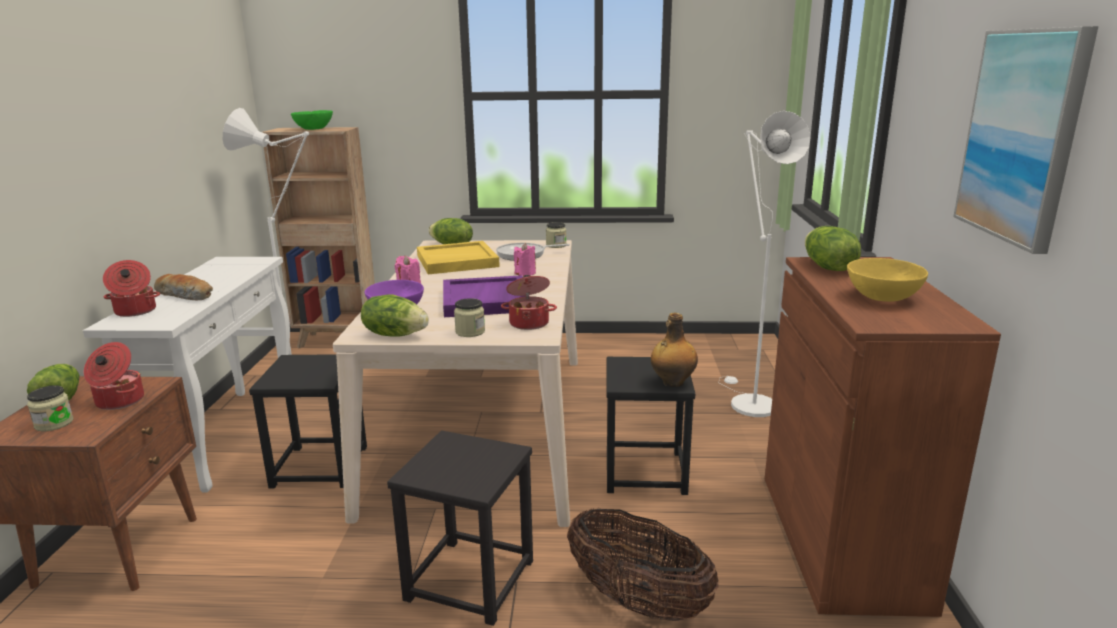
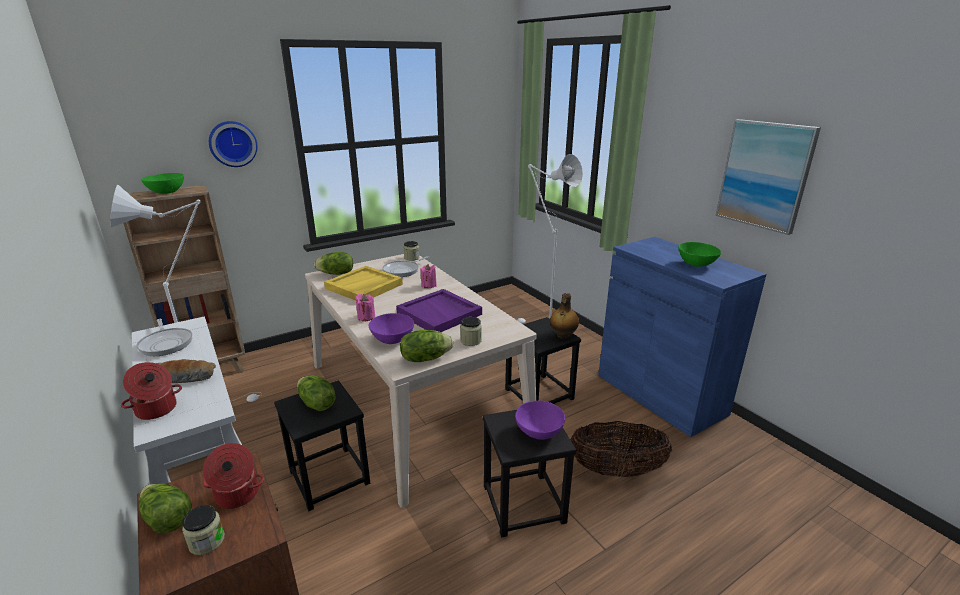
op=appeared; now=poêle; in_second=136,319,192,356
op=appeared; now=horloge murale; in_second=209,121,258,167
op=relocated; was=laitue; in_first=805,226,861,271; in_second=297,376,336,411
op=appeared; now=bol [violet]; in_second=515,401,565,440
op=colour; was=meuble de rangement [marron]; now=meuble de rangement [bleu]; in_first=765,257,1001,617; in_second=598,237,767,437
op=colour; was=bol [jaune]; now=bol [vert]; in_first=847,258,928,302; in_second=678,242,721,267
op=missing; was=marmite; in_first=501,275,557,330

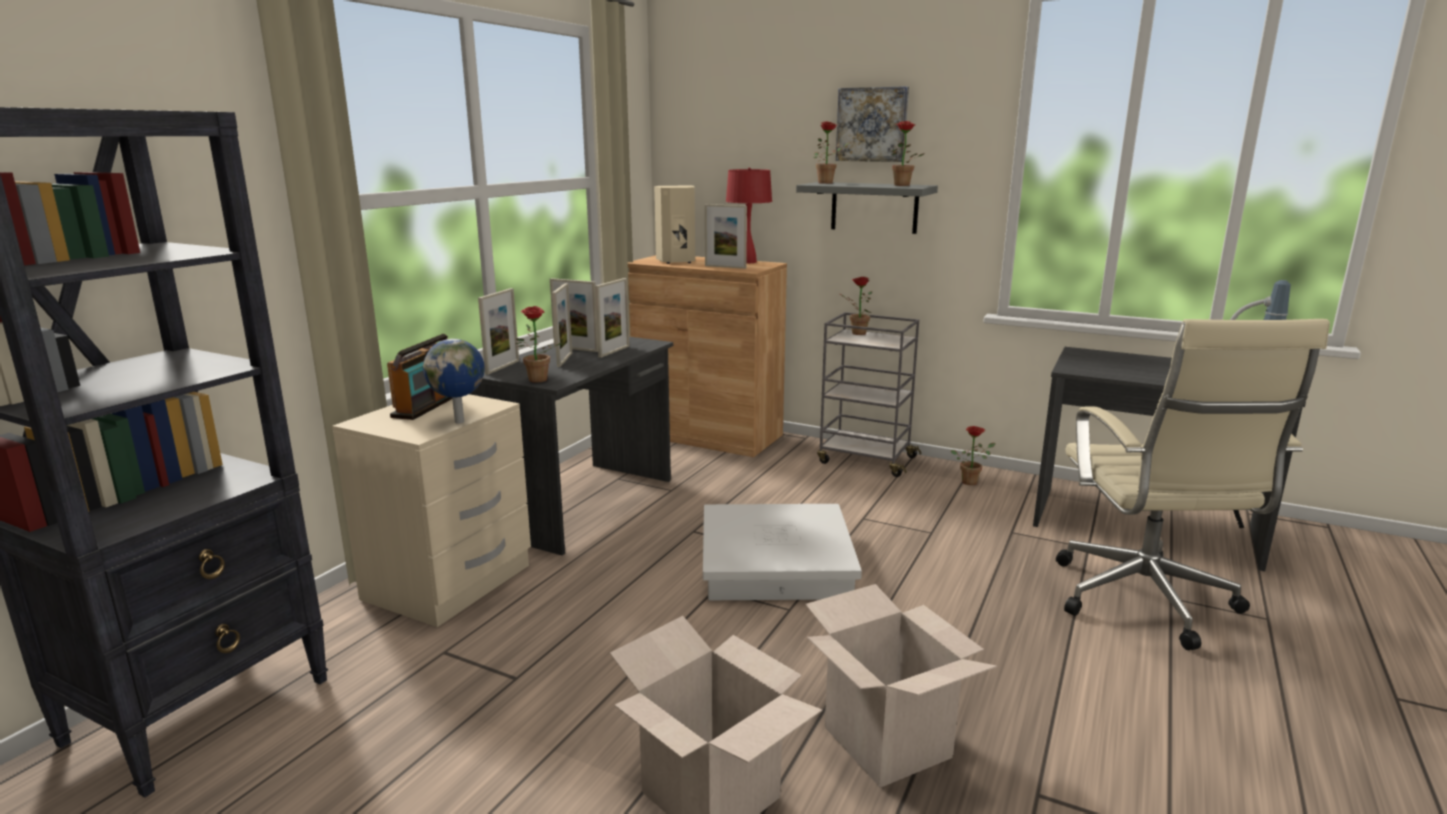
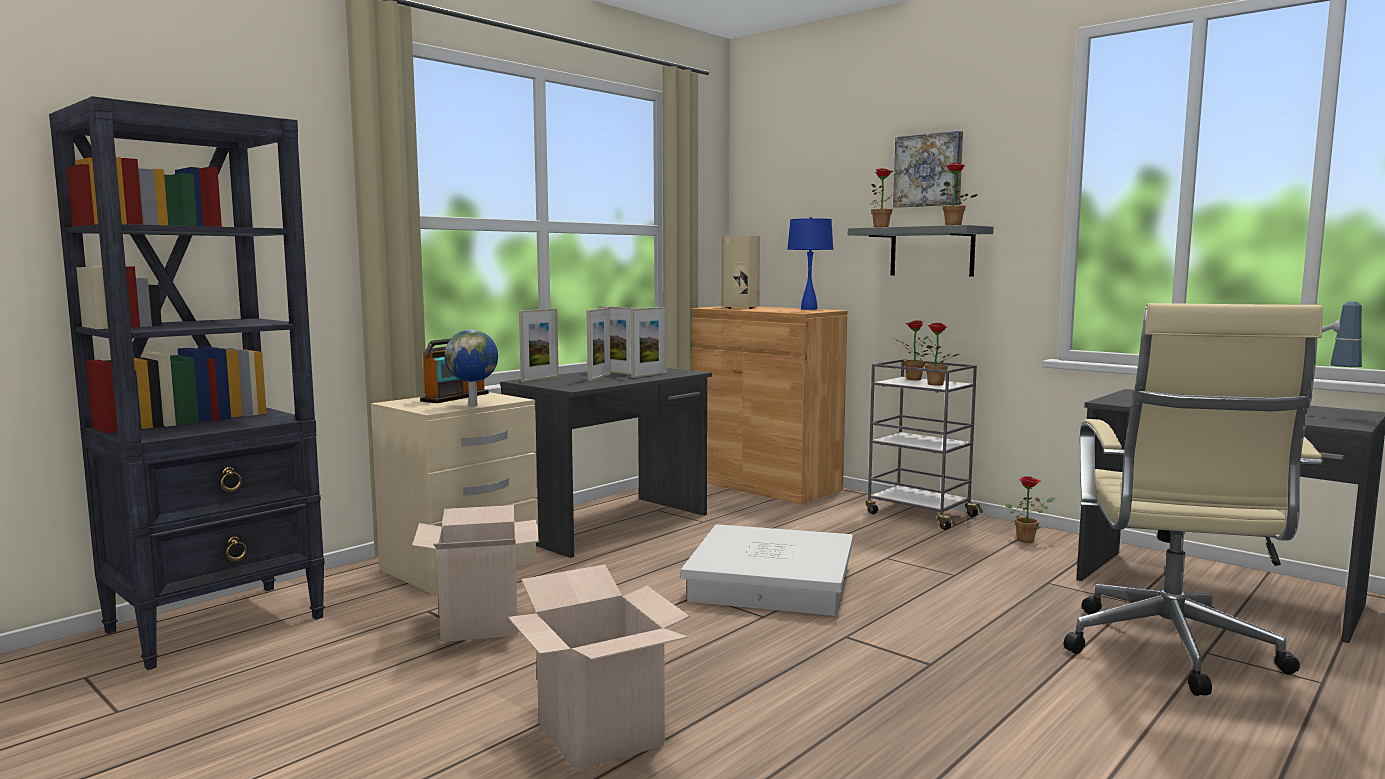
op=relocated; was=carton; in_first=805,584,997,788; in_second=412,505,539,642
op=colour; was=lampe de table [rouge]; now=lampe de table [bleu]; in_first=726,167,772,263; in_second=787,217,834,310
op=relocated; was=plante en pot; in_first=516,306,564,383; in_second=923,323,959,386
op=missing; was=cadre photo; in_first=705,204,747,269

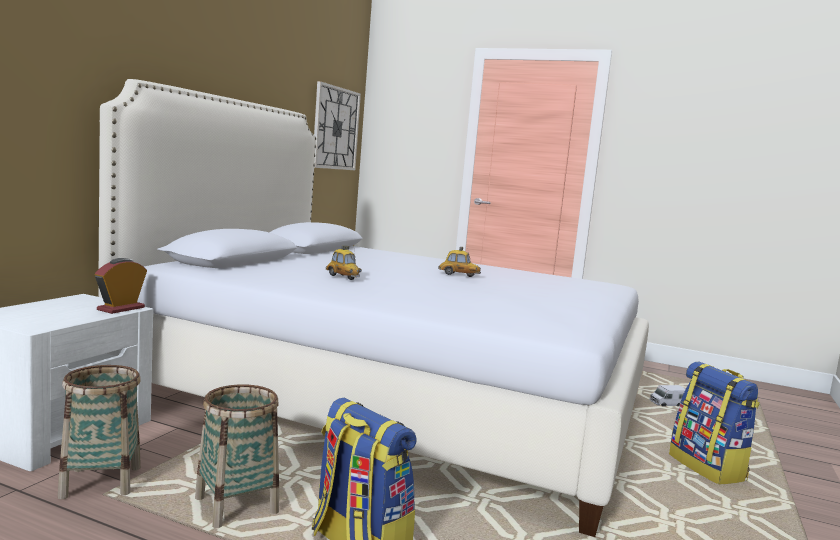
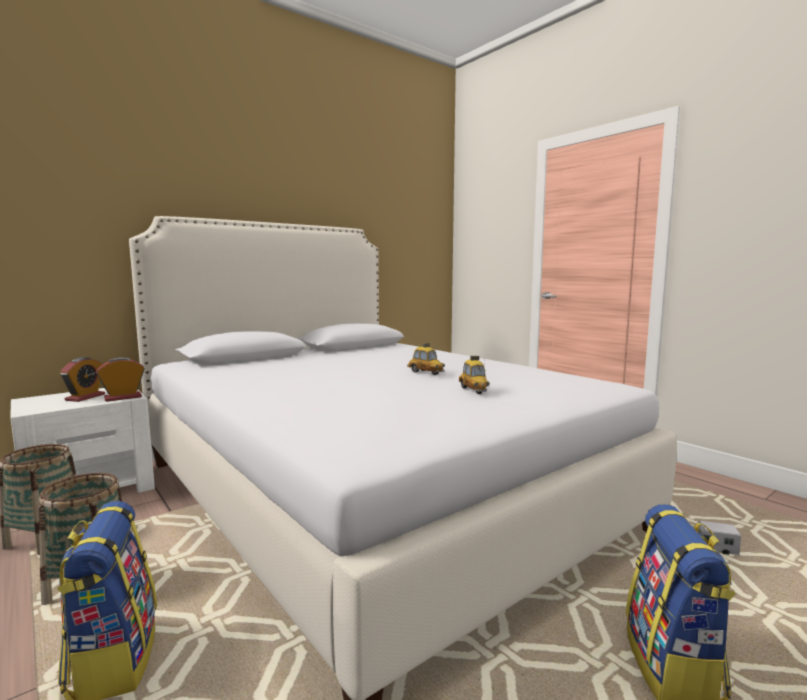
op=appeared; now=réveil; in_second=60,357,105,402
op=relocated; was=petite voiture; in_first=326,246,362,280; in_second=459,356,490,394
op=missing; was=horloge murale; in_first=314,81,361,170

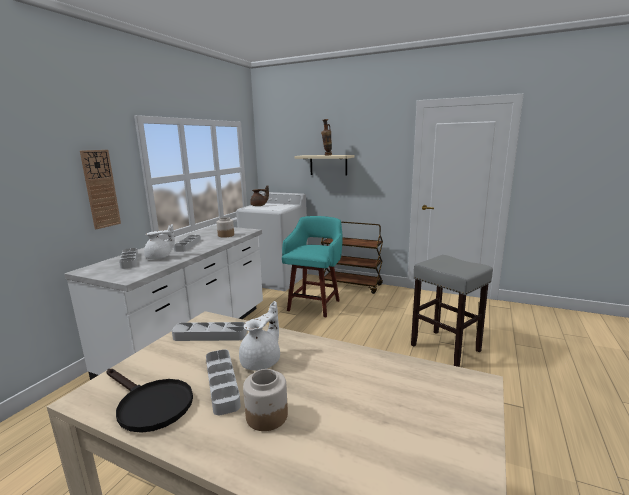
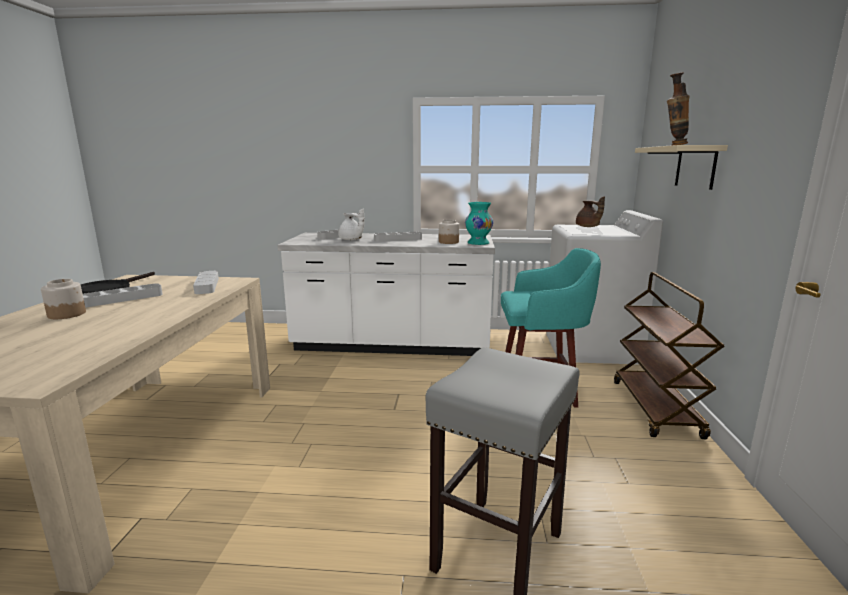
op=appeared; now=vase [turquoise]; in_second=465,202,493,245
op=missing; was=horloge murale; in_first=80,150,121,229
op=missing; was=théière [blanc]; in_first=239,301,280,370

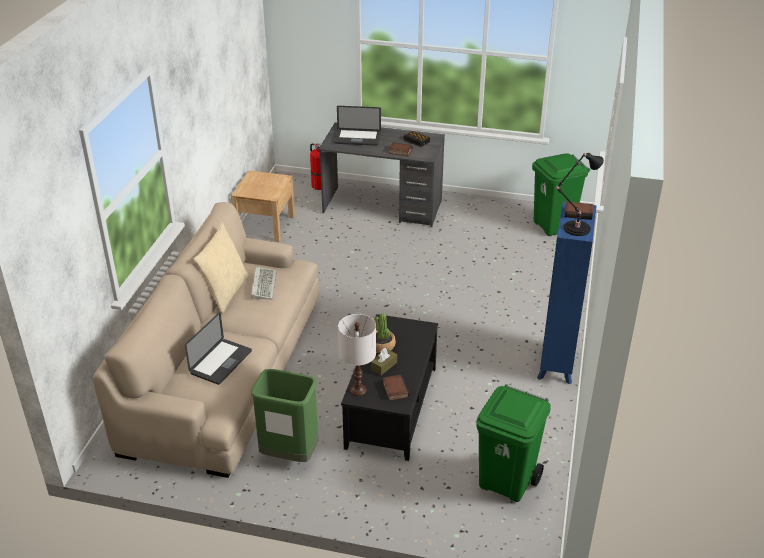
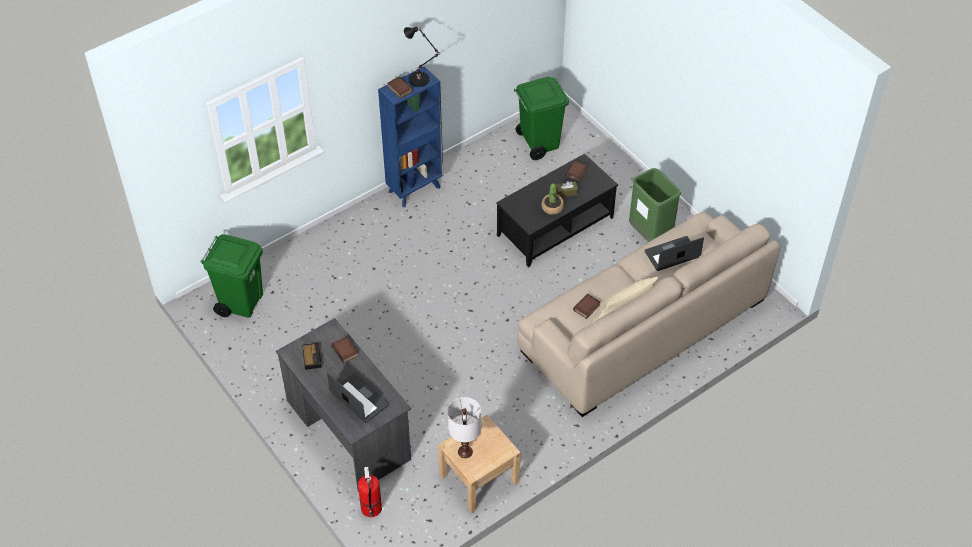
op=relocated; was=lampe de table [blanc]; in_first=338,314,376,396; in_second=448,397,481,458
op=exchanged; was=clavier; now=livre; in_first=251,267,277,300; in_second=573,294,600,319

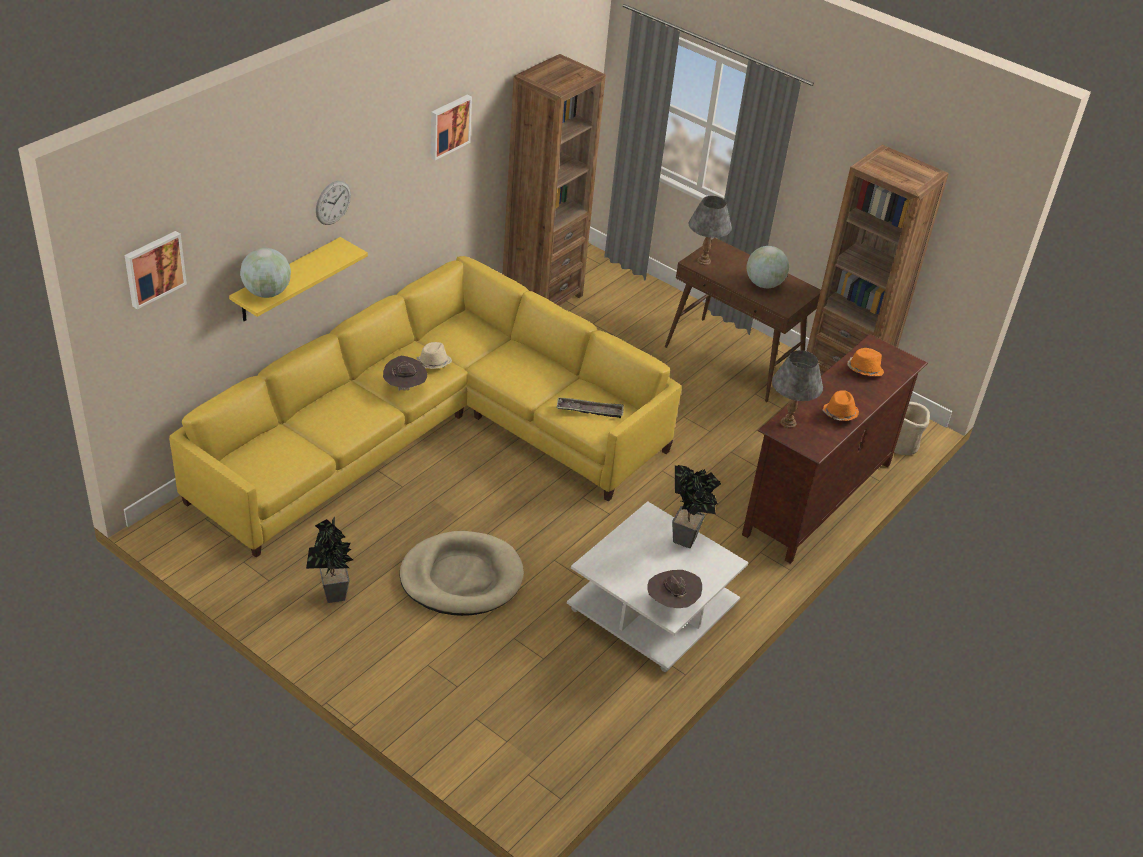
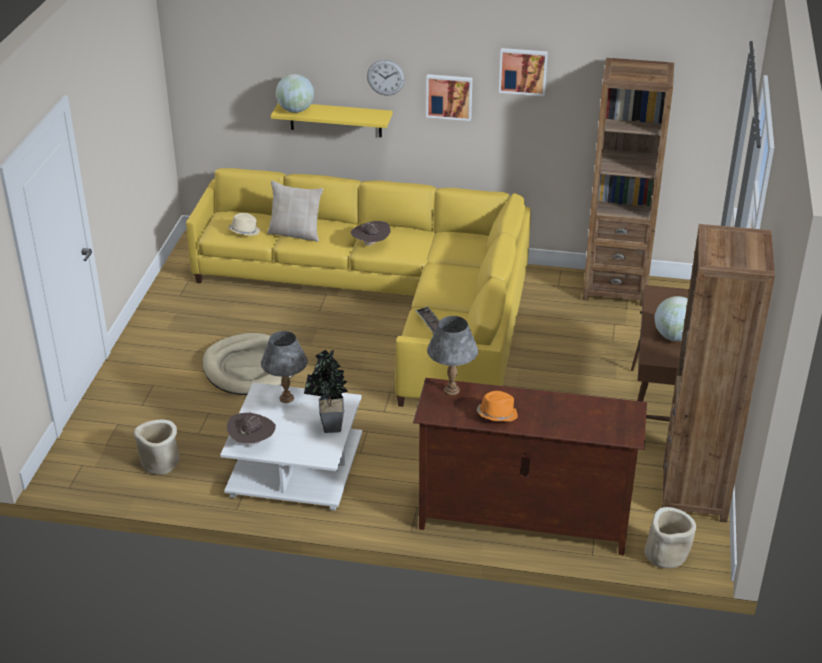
op=appeared; now=cache-pot [beige]; in_second=134,420,179,474
op=relocated; was=chapeau [beige]; in_first=417,342,452,369; in_second=228,213,260,236
op=relocated; was=lampe de table [gris]; in_first=689,196,732,265; in_second=261,331,308,403
op=appeared; now=coussin [beige]; in_second=267,181,323,242
op=relocated; was=tableau; in_first=125,231,187,309; in_second=426,74,472,121
op=missing; was=plante en pot; in_first=306,517,353,603
op=missing; was=chapeau [orange]; in_first=847,348,884,376

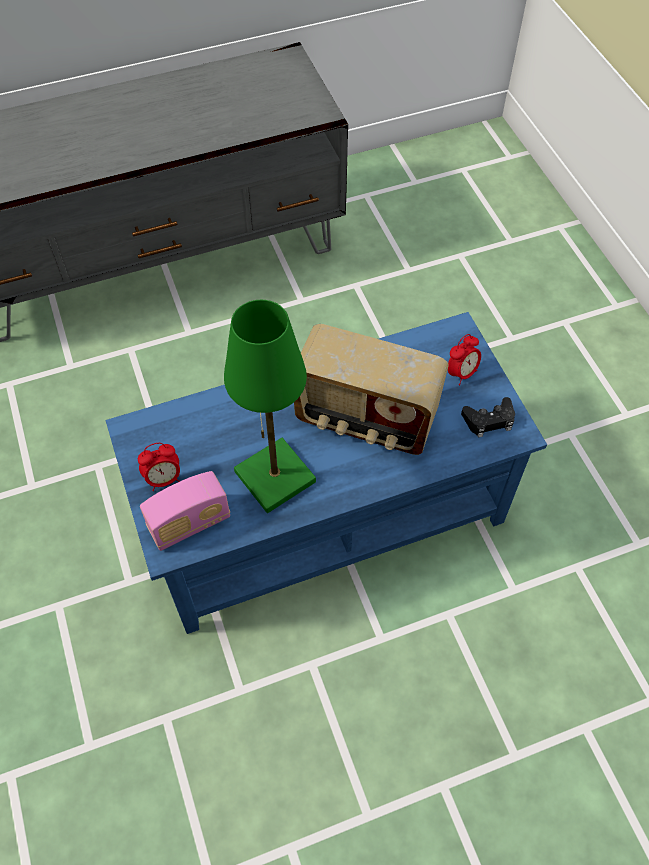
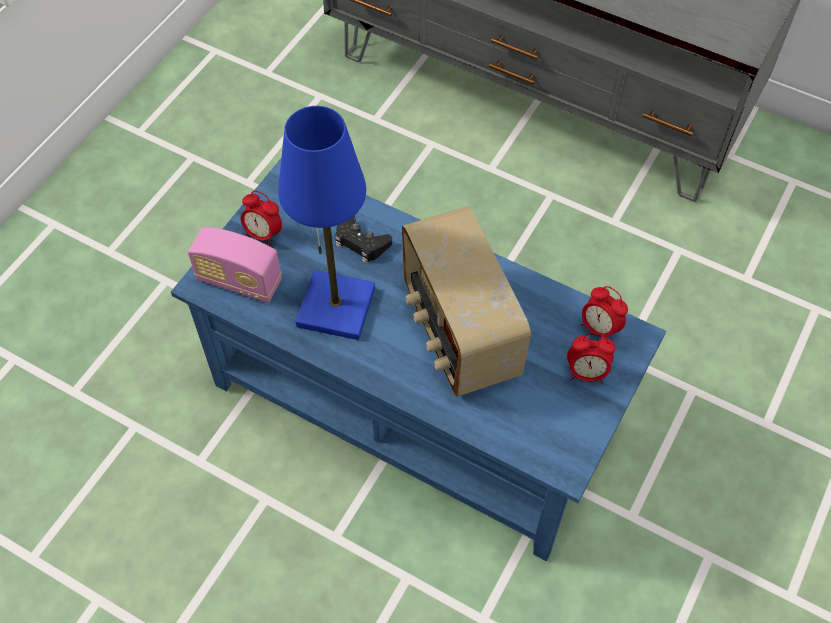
op=colour; was=lampe de table [vert]; now=lampe de table [bleu]; in_first=224,300,316,513; in_second=278,106,375,340
op=relocated; was=manette [noir]; in_first=461,397,515,438; in_second=335,216,392,263
op=appeared; now=réveil; in_second=581,286,628,338

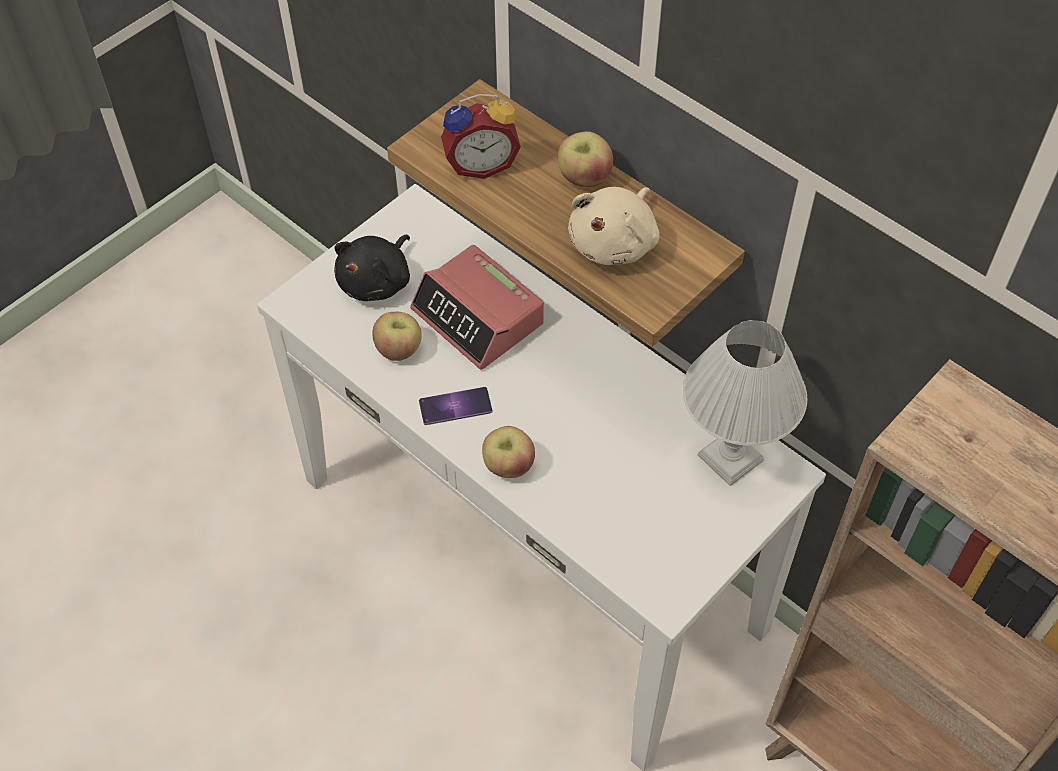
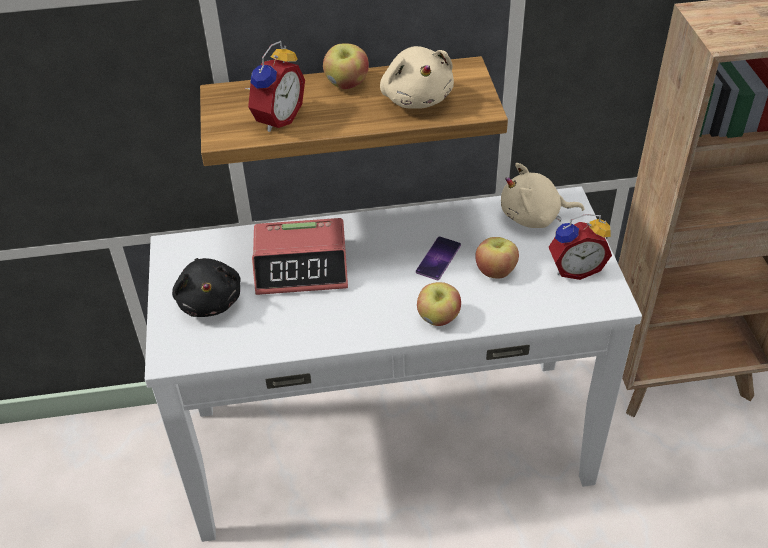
op=relocated; was=téléphone; in_first=419,387,493,425; in_second=416,236,461,280
op=relocated; was=pomme; in_first=372,312,422,361; in_second=475,237,519,278
op=exchanged; was=lampe de table [blanc]; now=peluche [beige]; in_first=683,320,807,486; in_second=501,163,584,228
op=appeared; now=réveil; in_second=549,214,612,280

